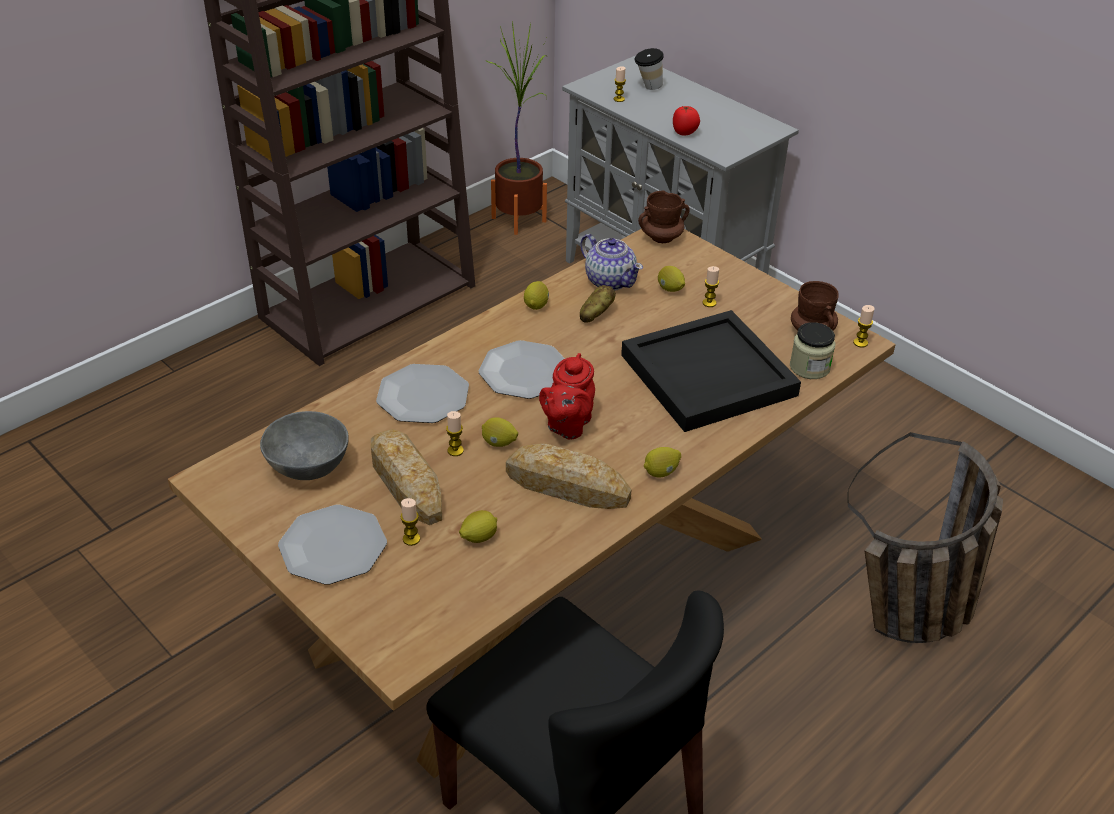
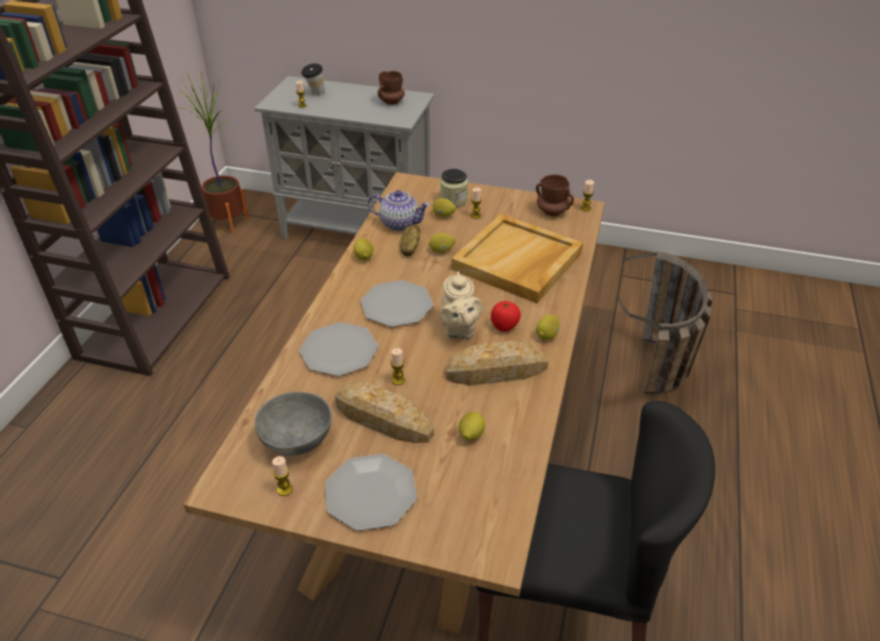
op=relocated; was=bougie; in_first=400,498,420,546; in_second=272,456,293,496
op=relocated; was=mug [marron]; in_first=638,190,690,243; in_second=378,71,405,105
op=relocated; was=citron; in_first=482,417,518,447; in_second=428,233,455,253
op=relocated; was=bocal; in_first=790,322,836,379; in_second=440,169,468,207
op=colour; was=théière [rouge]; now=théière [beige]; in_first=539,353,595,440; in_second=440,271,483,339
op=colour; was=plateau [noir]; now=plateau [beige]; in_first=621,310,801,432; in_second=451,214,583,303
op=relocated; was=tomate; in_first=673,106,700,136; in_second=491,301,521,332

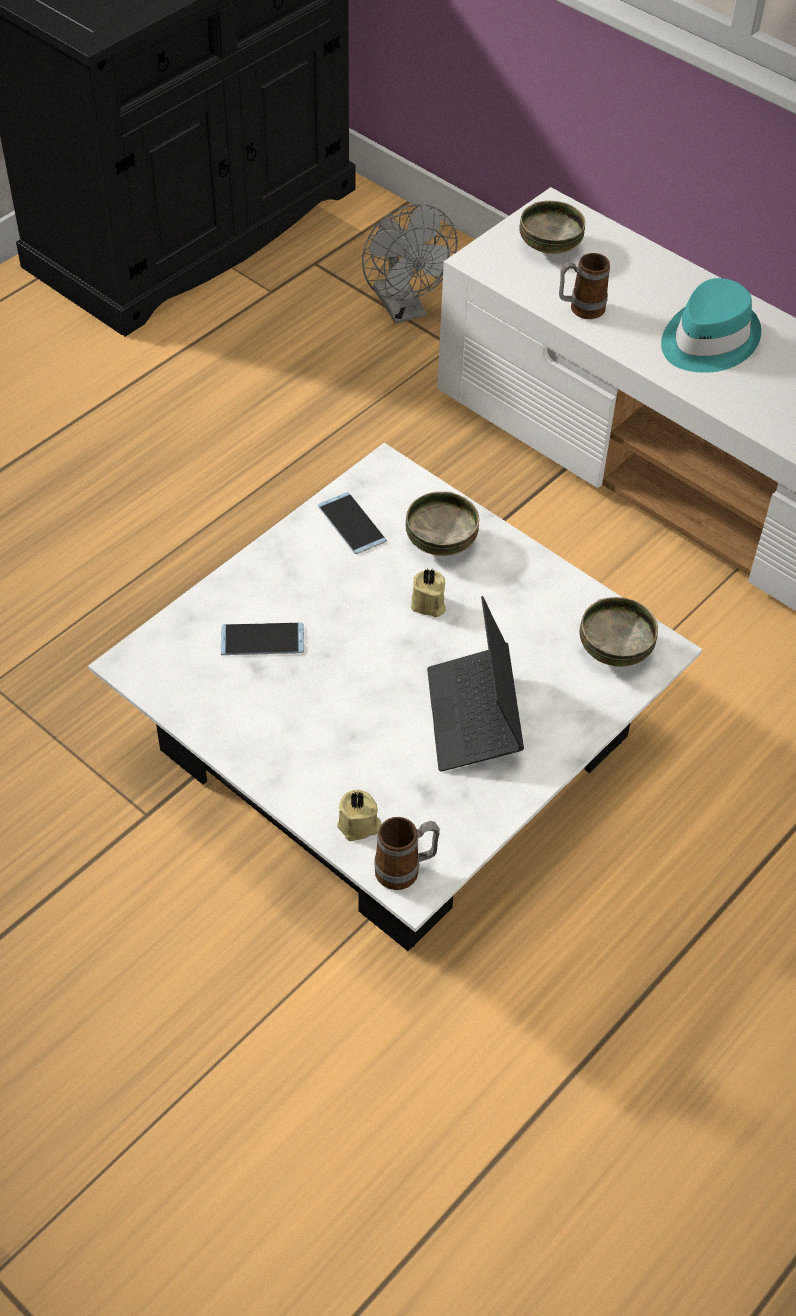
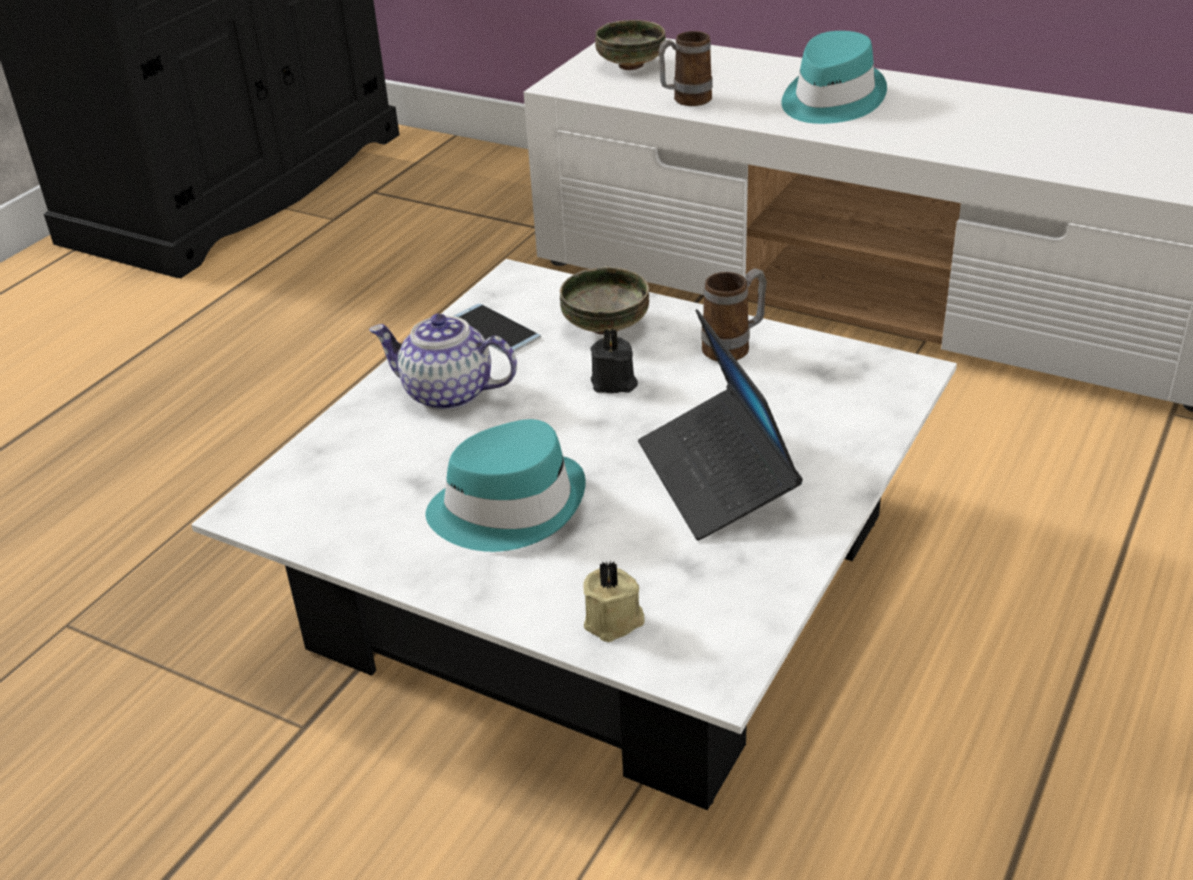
op=appeared; now=théière; in_second=369,314,517,411
op=appeared; now=chapeau [turquoise]; in_second=426,419,586,552
op=colour; was=bougie [beige]; now=bougie [noir]; in_first=411,568,446,617; in_second=590,328,638,393
op=relocated; was=mug; in_first=374,817,440,890; in_second=701,268,767,362
op=missing; was=téléphone; in_first=221,623,304,655
op=missing; was=ventilateur [gris]; in_first=362,204,458,324
op=missing; was=bol; in_first=580,597,658,667

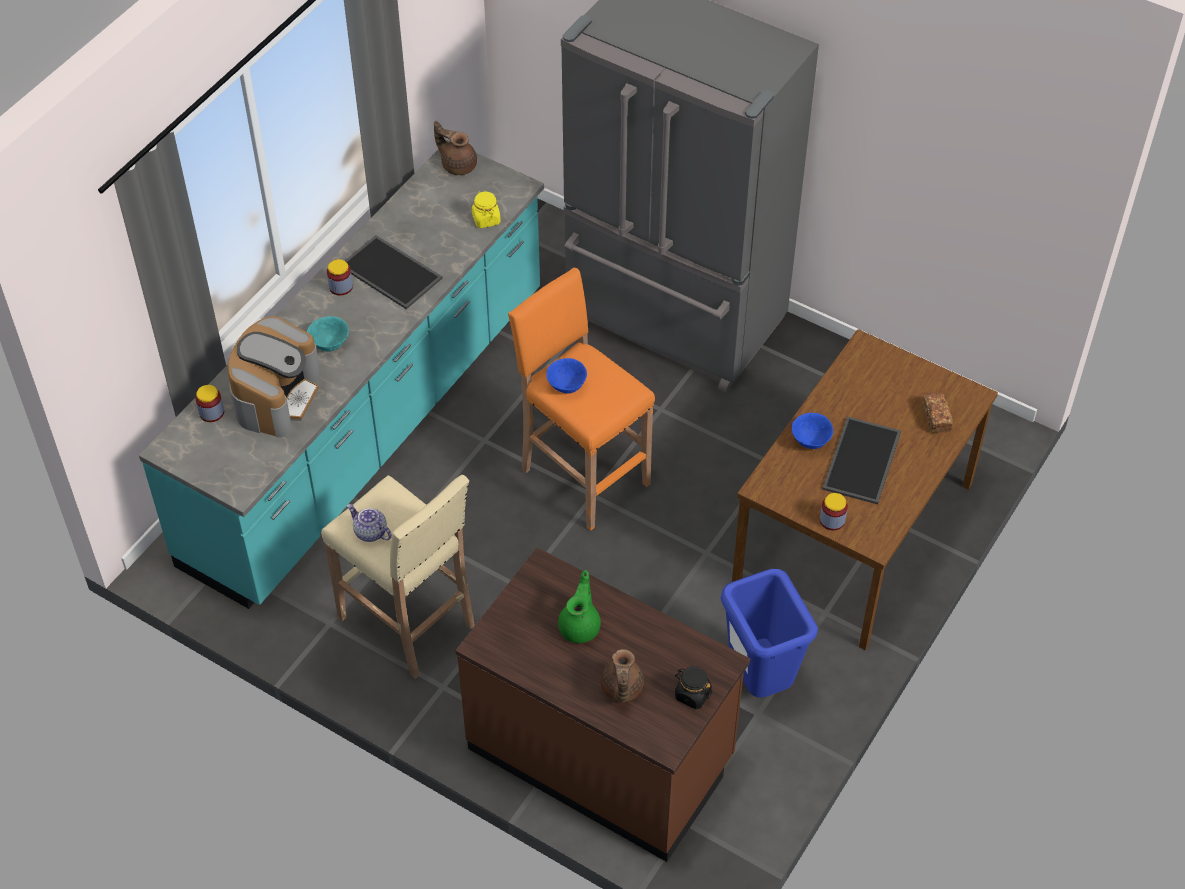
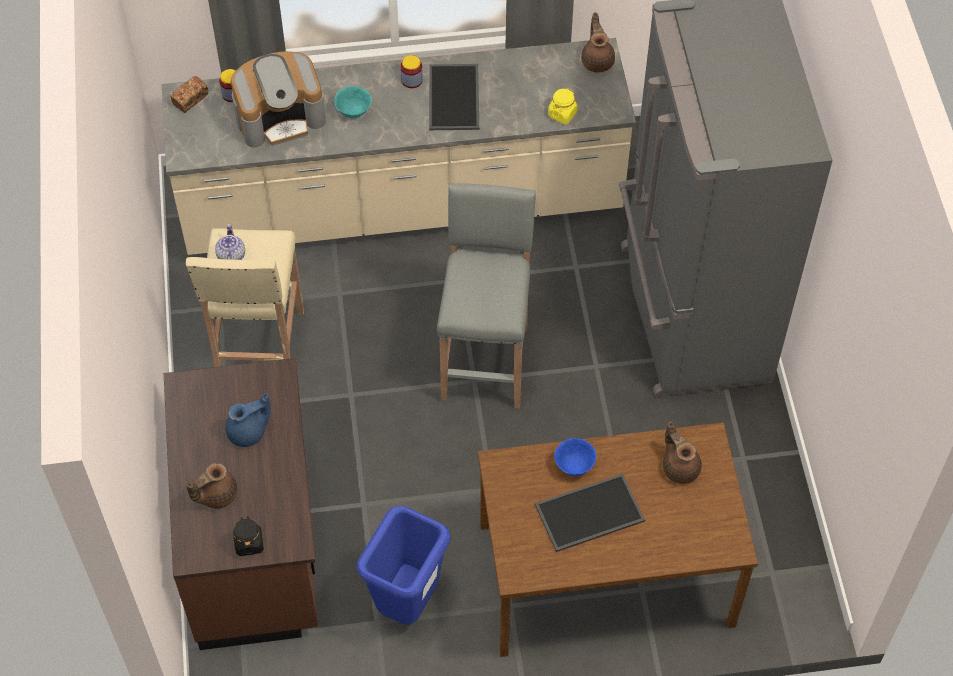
op=colour; was=comptoir de cuisine [turquoise]; now=comptoir de cuisine [beige]; in_first=139,140,544,609; in_second=162,38,636,255
op=relocated; was=pain; in_first=922,392,953,433; in_second=171,76,208,113
op=colour; was=théière [vert]; now=théière [bleu]; in_first=558,570,601,643; in_second=225,393,271,447
op=colour; was=tabouret [orange]; now=tabouret [gris]; in_first=508,268,655,531; in_second=437,183,536,409
op=appeared; now=théière [marron]; in_second=663,421,702,484
op=missing; was=bol [bleu]; in_first=546,358,587,394
op=missing; was=bocal; in_first=820,493,848,530

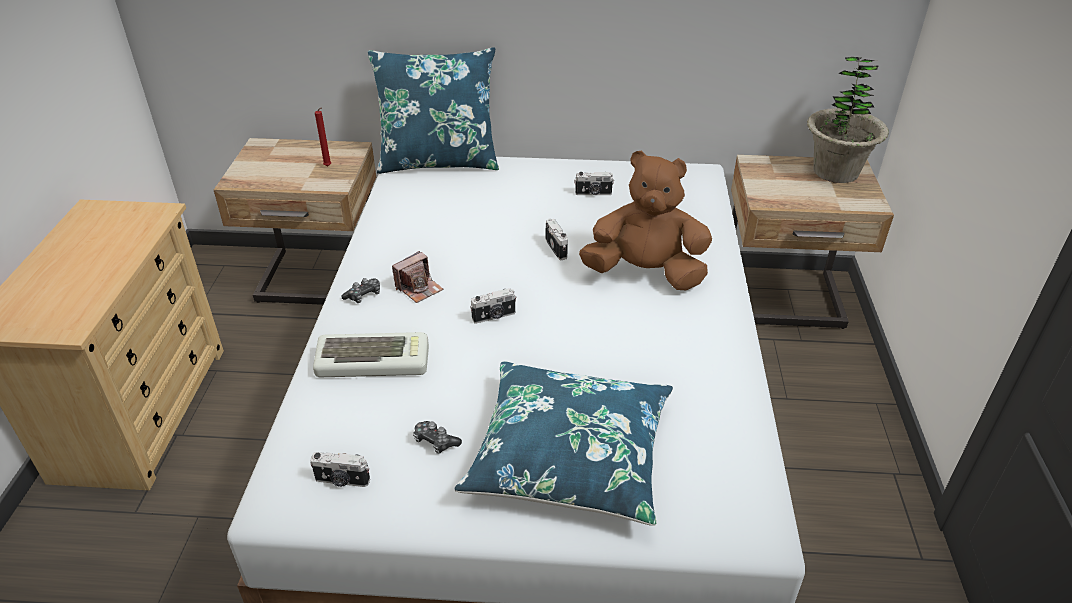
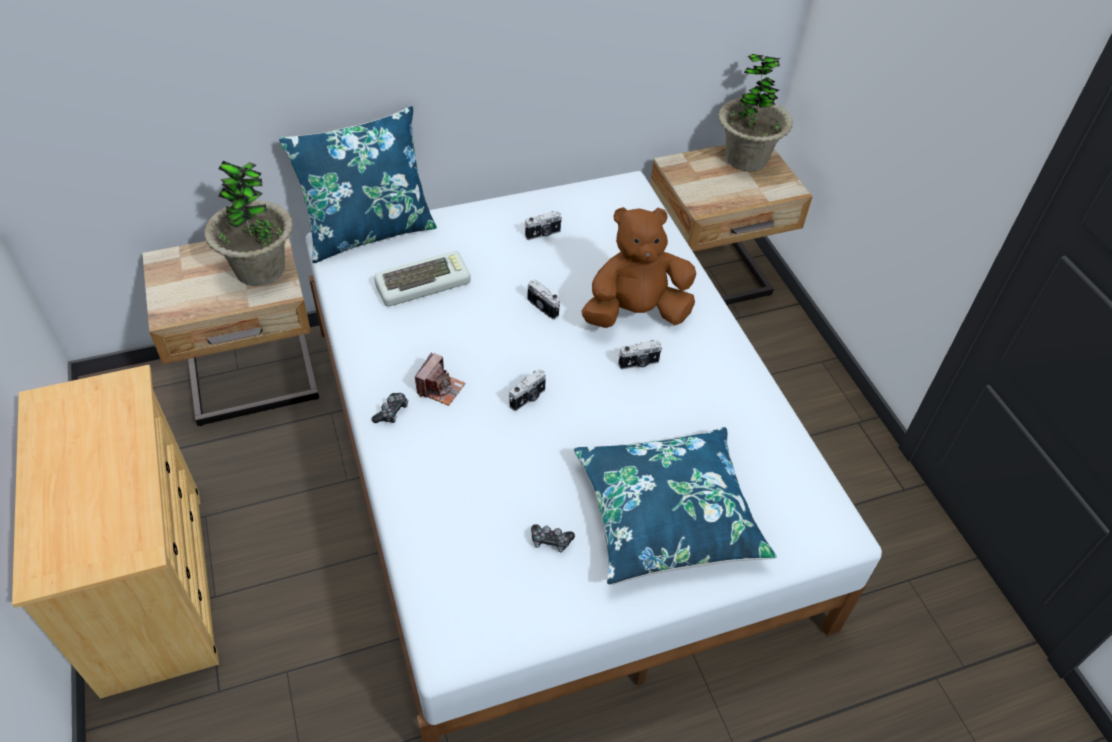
op=exchanged; was=bougie [rouge]; now=plante en pot; in_first=315,107,331,166; in_second=204,161,293,286
op=relocated; was=clavier; in_first=313,332,429,377; in_second=374,251,471,306
op=relocated; was=appareil photo; in_first=310,452,370,487; in_second=618,340,662,370

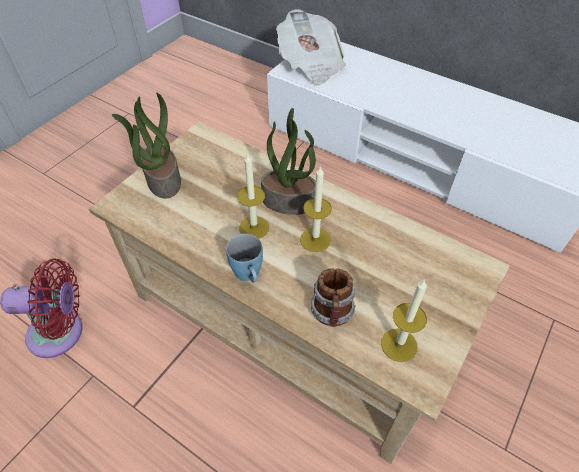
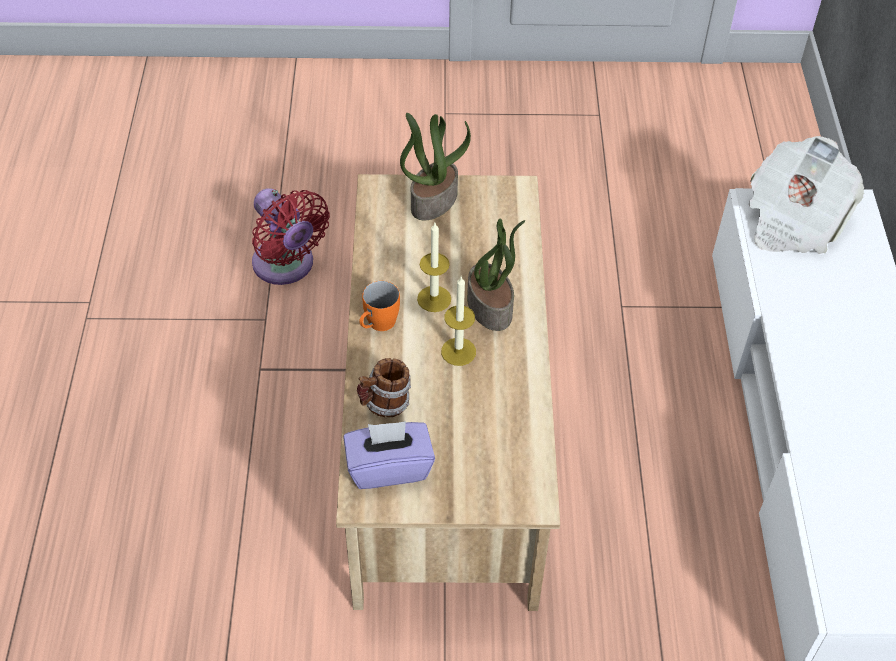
op=exchanged; was=bougie; now=boîte à mouchoirs [violet]; in_first=381,279,427,362; in_second=343,421,435,489
op=colour; was=mug [bleu]; now=mug [orange]; in_first=226,234,263,283; in_second=359,281,400,331

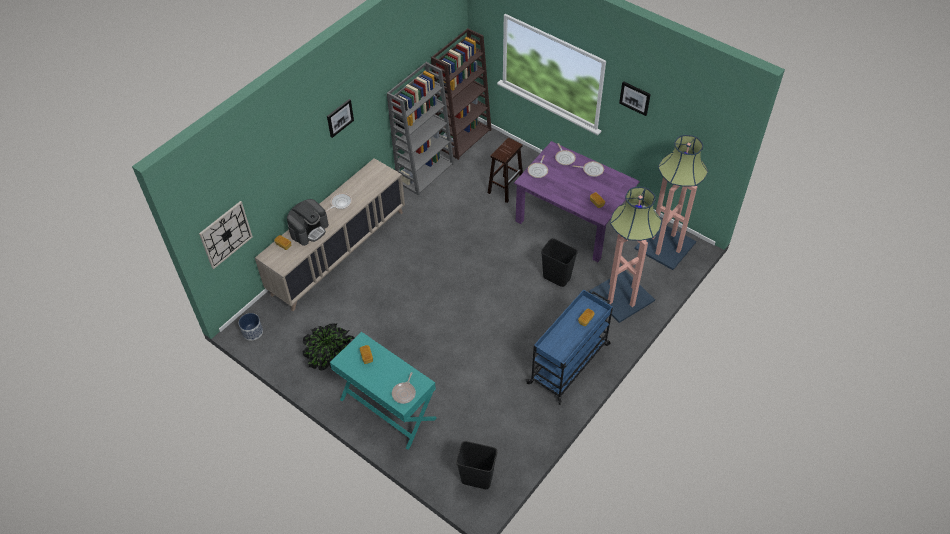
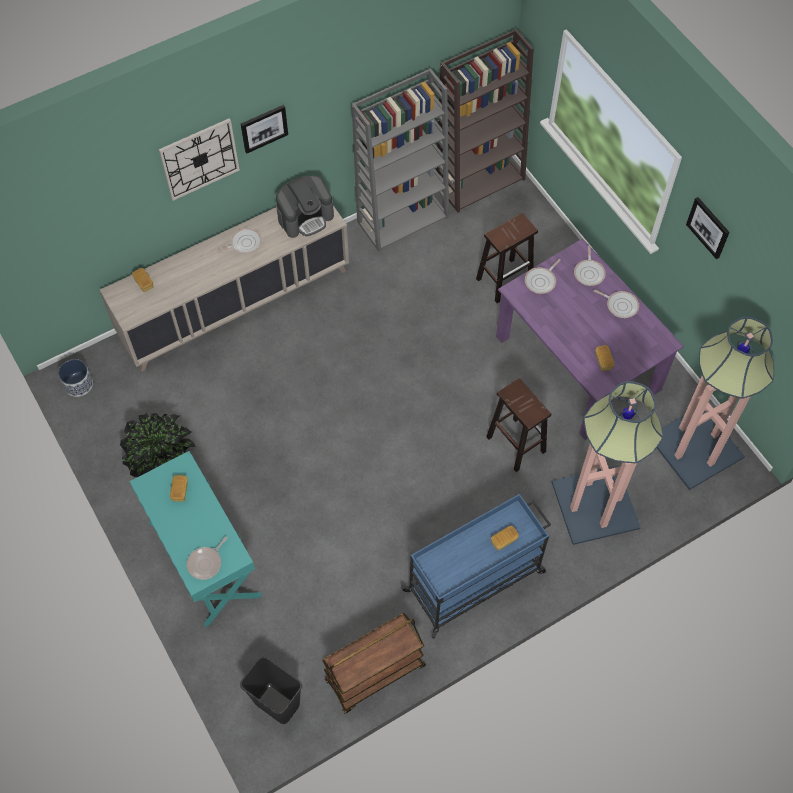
op=relocated; was=horloge murale; in_first=199,201,253,269; in_second=159,118,240,201
op=relocated; was=machine à café; in_first=287,199,329,246; in_second=276,176,334,238
op=appeared; now=chariot [marron]; in_second=322,613,426,714
op=exchanged; was=poubelle [noir]; now=tabouret [marron]; in_first=541,238,578,287; in_second=486,378,551,472

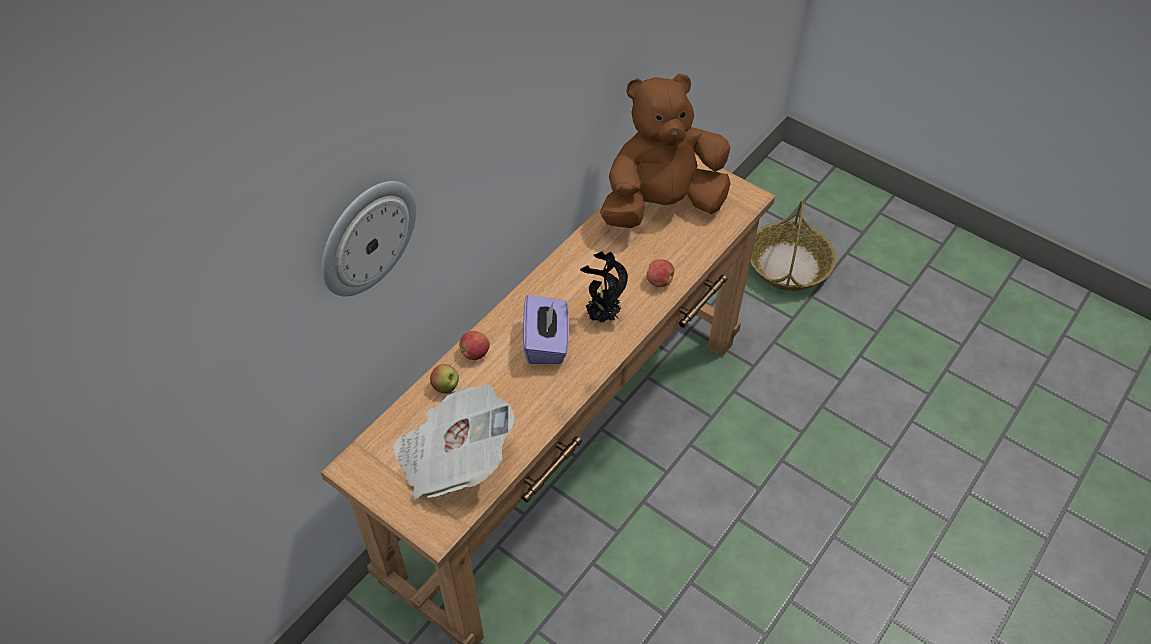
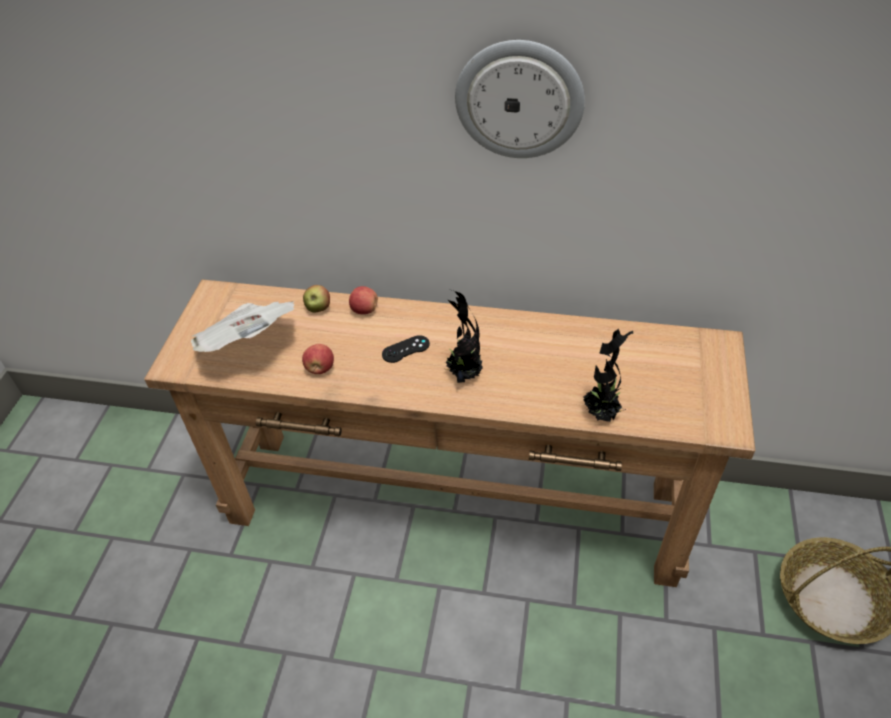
op=relocated; was=pomme; in_first=646,259,674,287; in_second=302,344,334,374
op=exchanged; was=boîte à mouchoirs [violet]; now=manette [noir]; in_first=523,295,569,364; in_second=382,335,430,363
op=relocated; was=horloge murale; in_first=322,181,416,297; in_second=455,40,585,158
op=appeared; now=plante en pot; in_second=583,329,633,422
op=missing; was=peluche [marron]; in_first=600,73,731,228

